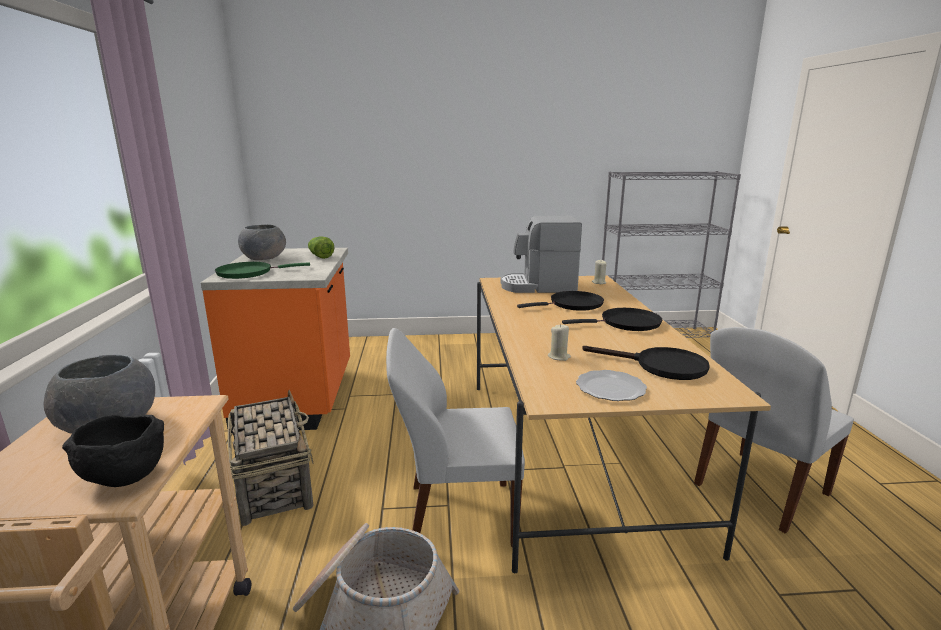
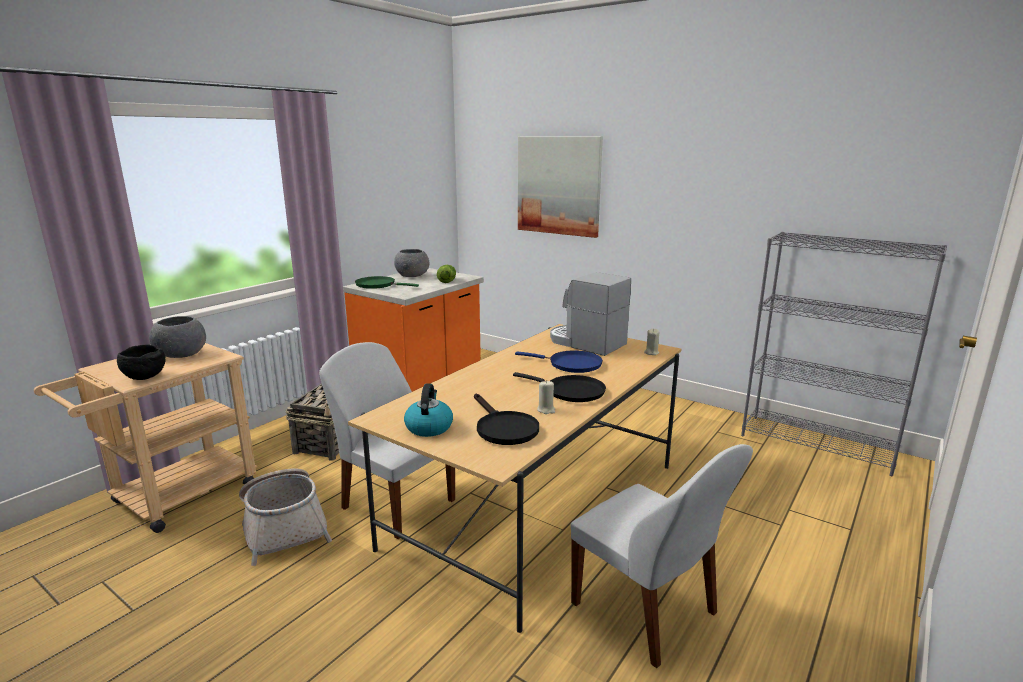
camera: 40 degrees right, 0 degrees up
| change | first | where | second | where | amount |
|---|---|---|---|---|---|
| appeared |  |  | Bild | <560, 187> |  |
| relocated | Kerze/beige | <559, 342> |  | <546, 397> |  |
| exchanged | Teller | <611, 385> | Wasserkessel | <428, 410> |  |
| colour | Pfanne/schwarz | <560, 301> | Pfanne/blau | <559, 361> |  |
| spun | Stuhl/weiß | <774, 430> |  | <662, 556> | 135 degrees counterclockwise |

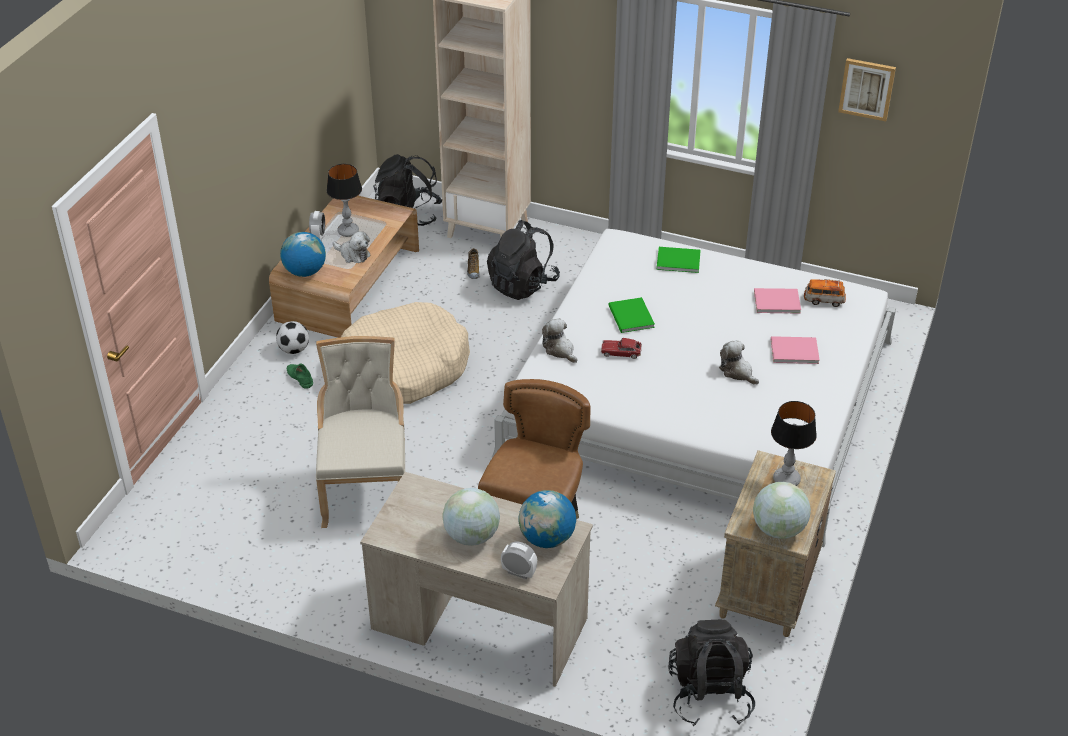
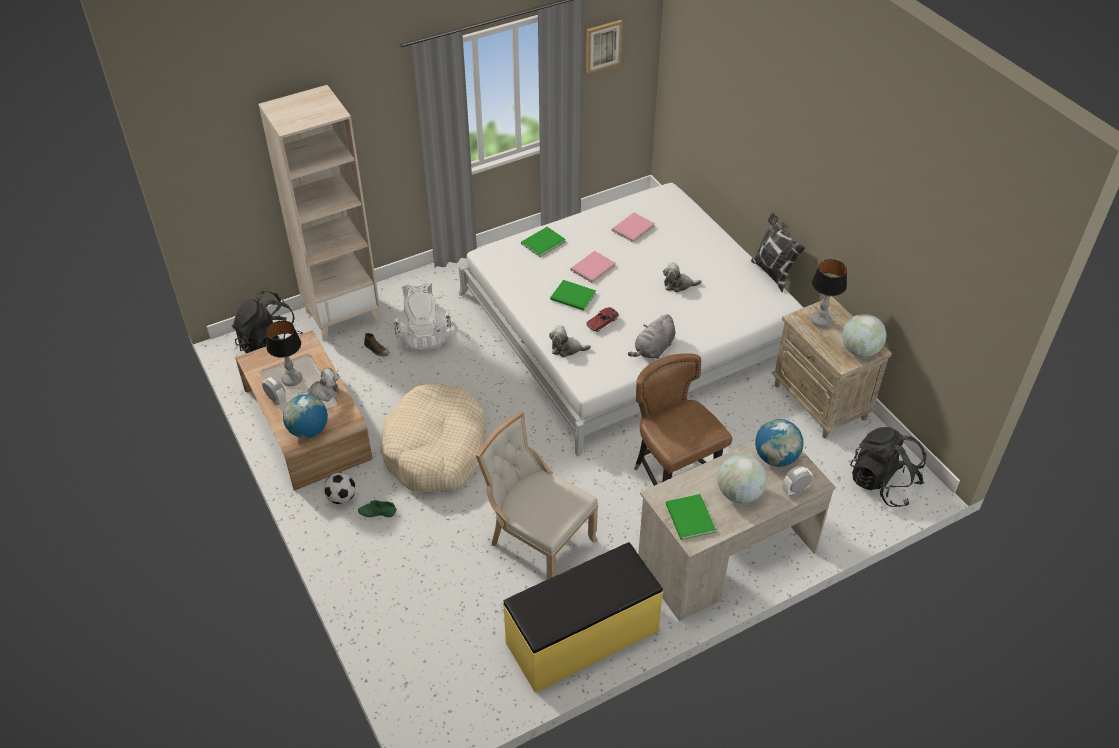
camera: 50 degrees left, 5 degrees up
| change | first | where | second | where | amount |
|---|---|---|---|---|---|
| missing | Spielzeugauto | <825, 293> |  |  |  |
| appeared |  |  | Bank/gelb | <583, 617> |  |
| appeared |  |  | Plüschtier/grau | <651, 336> |  |
| appeared |  |  | Buch/grün | <691, 517> |  |
| appeared |  |  | Kissen | <778, 252> |  |
| relocated | Buch/rosa | <795, 350> |  | <593, 267> |  |
| colour | Rucksack/schwarz | <523, 260> | Rucksack/weiß | <422, 316> |  |

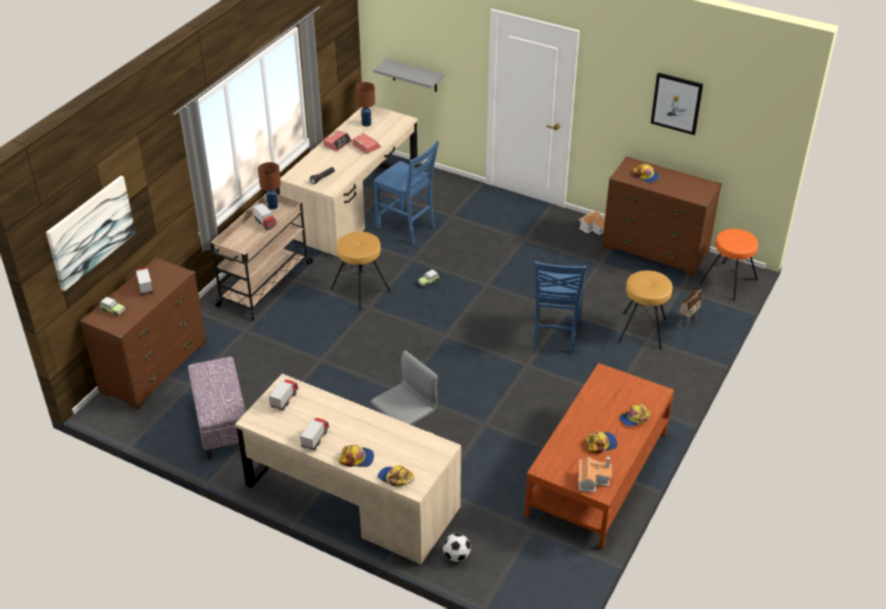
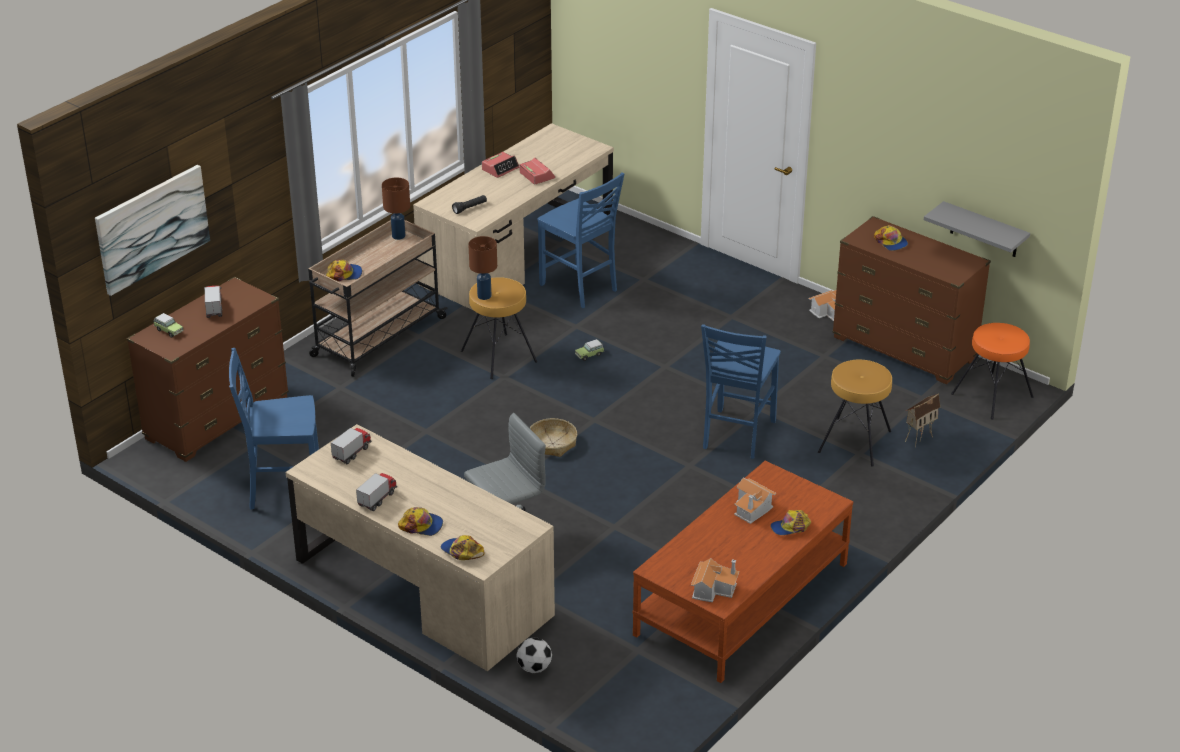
camera: 10 degrees right, 5 degrees down
| change | first | where | second | where | amount |
|---|---|---|---|---|---|
| missing | Spielzeuglaster | <265, 216> |  |  |  |
| missing | Bild | <677, 103> |  |  |  |
| appeared |  |  | Korb | <553, 437> |  |
| appeared |  |  | Spielzeughaus | <755, 501> |  |
| relocated | Tischlampe/braun | <365, 104> |  | <482, 268> |  |
| relocated | Wandregal/grau | <408, 75> |  | <977, 229> |  |
| relocated | Kappe | <602, 442> |  | <344, 270> |  |
| exchanged | Polsterhocker | <217, 408> | Stuhl/blau | <274, 429> |  |

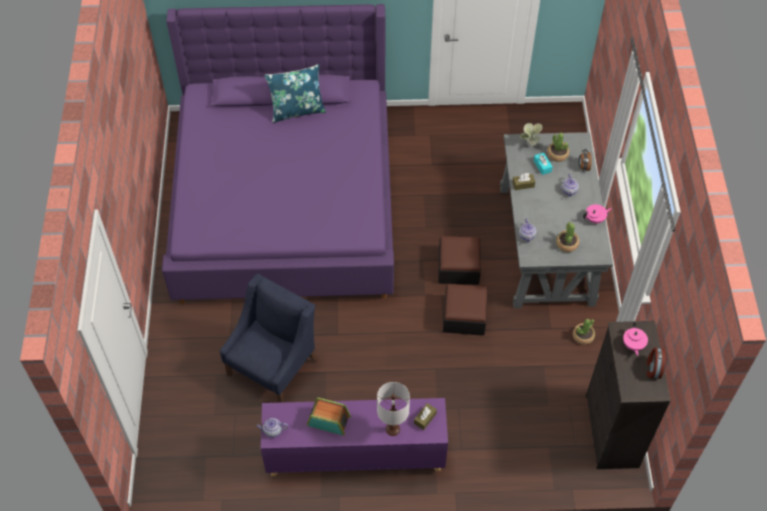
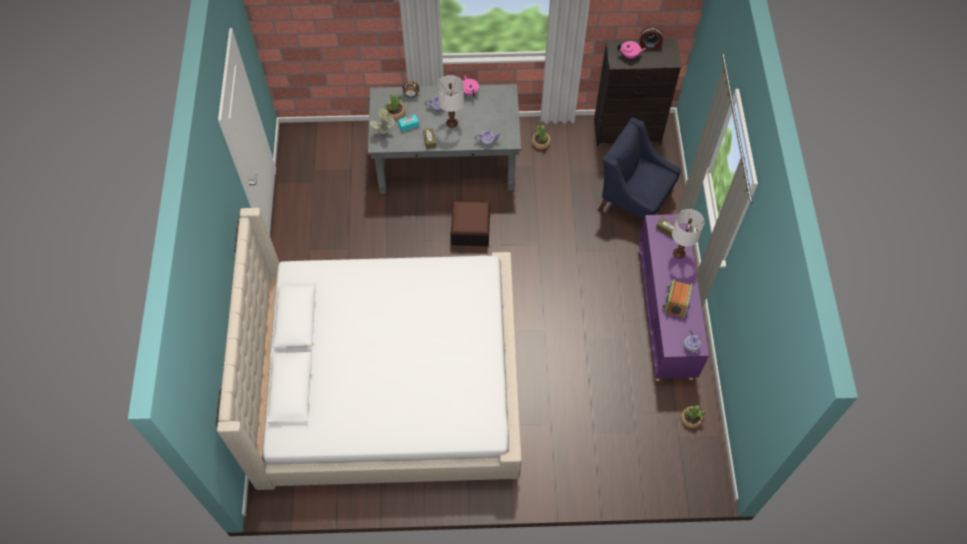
camera: 90 degrees left, 5 degrees up
| change | first | where | second | where | amount |
|---|---|---|---|---|---|
| missing | Kissen/blau | <295, 93> |  |  |  |
| missing | Polsterhocker | <465, 310> |  |  |  |
| appeared |  |  | Tischlampe/weiß | <450, 101> |  |
| relocated | Sessel/blau | <269, 338> |  | <639, 168> |  |
| relocated | Topfpflanze | <567, 237> |  | <693, 416> |  |
| colour | Bett/lila | <278, 154> | Bett/beige | <368, 349> |  |

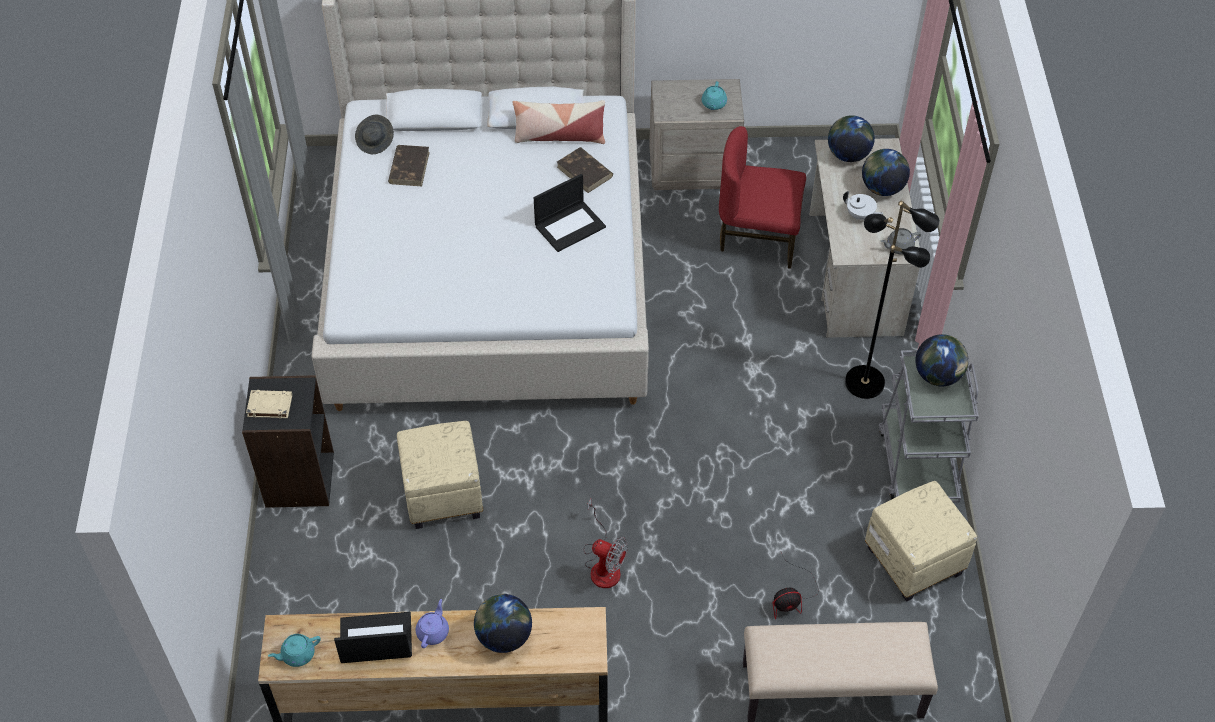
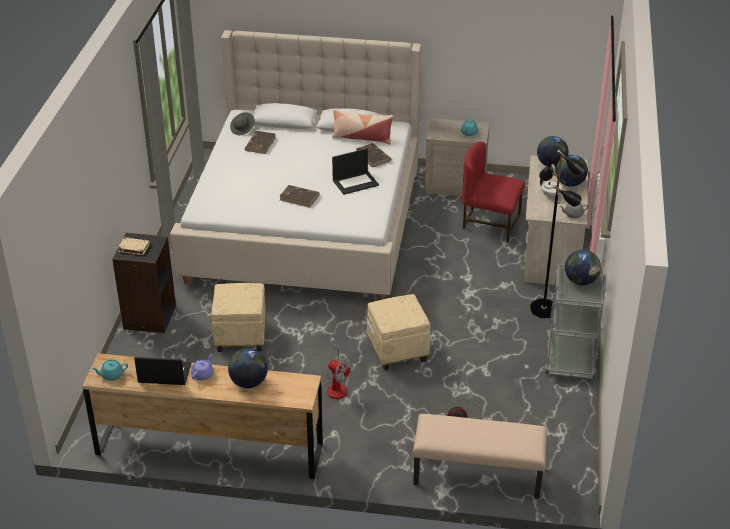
camera: 10 degrees right, 15 degrees down
| change | first | where | second | where | amount |
|---|---|---|---|---|---|
| appeared |  |  | Buch/braun | <300, 196> |  |
| relocated | Polsterhocker/beige | <921, 541> |  | <399, 332> |  |

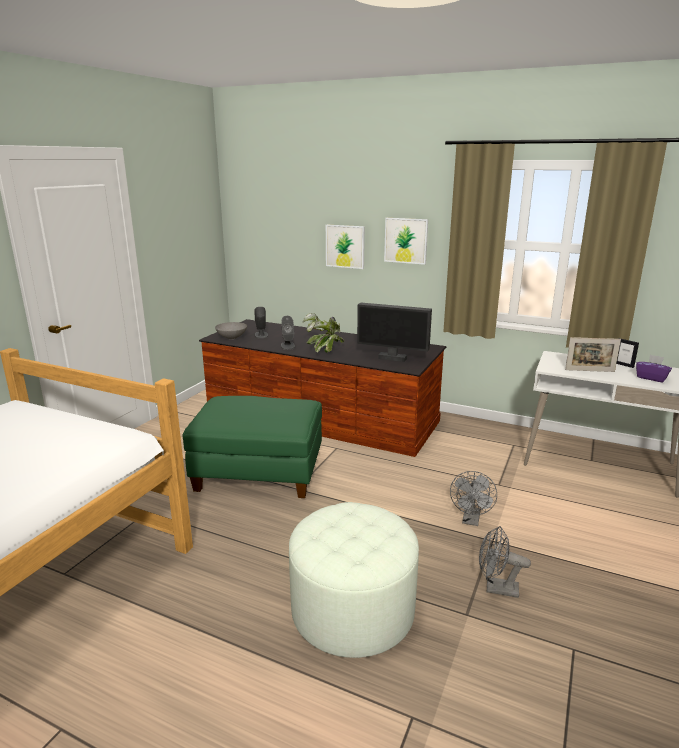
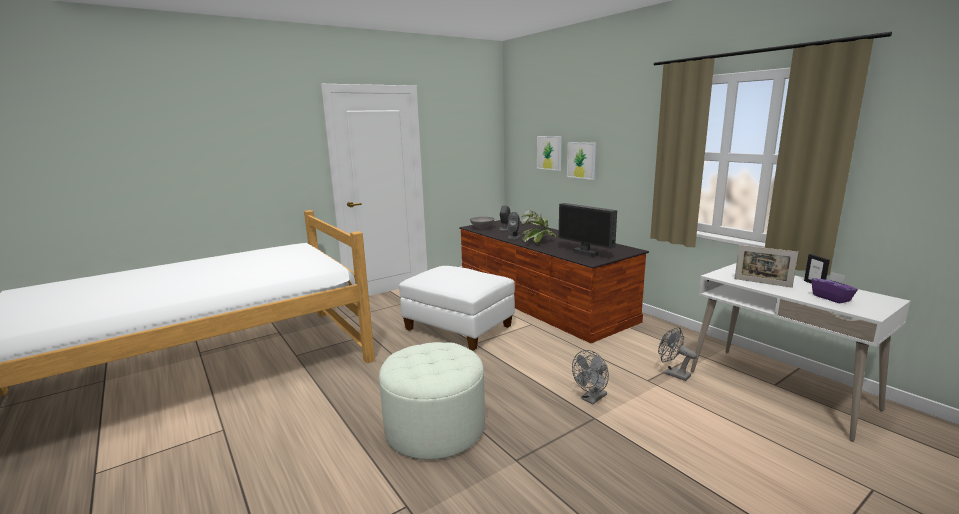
camera: 30 degrees right, 5 degrees down
| change | first | where | second | where | amount |
|---|---|---|---|---|---|
| relocated | Bild | <406, 241> |  | <549, 153> |  |
| relocated | Ventilator/grau | <505, 562> |  | <677, 354> |  |
| colour | Polsterhocker/grün | <252, 447> | Polsterhocker/weiß | <457, 308> |  |

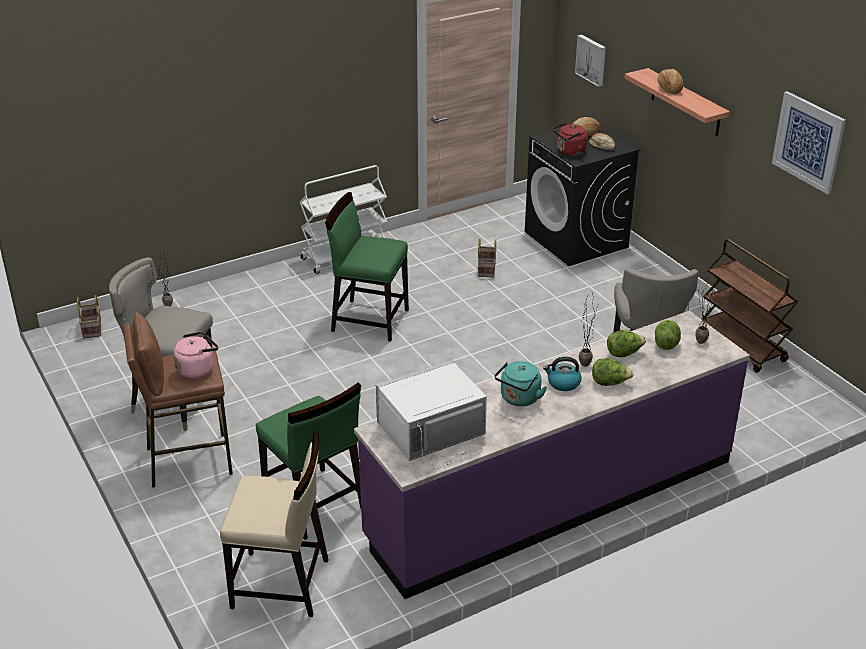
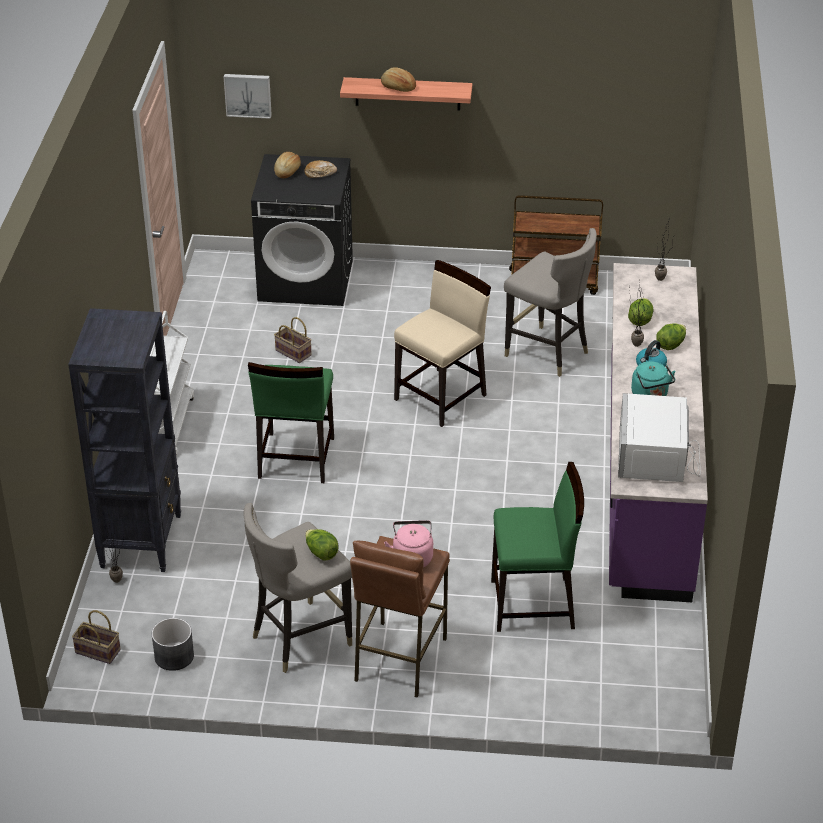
camera: 55 degrees left, 5 degrees up
| change | first | where | second | where | amount |
|---|---|---|---|---|---|
| missing | Wasserkessel/rot | <570, 139> |  |  |  |
| missing | Bild | <809, 142> |  |  |  |
| appeared |  |  | Bücherregal/schwarz | <124, 440> |  |
| appeared |  |  | Pflanzkübel/grau | <173, 644> |  |
| relocated | Stuhl/beige | <274, 524> |  | <442, 343> |  |
| relocated | Salatkopf | <668, 335> |  | <322, 545> |  |
| spun | Stuhl/grün | <367, 267> |  | <291, 422> | 45 degrees counterclockwise |

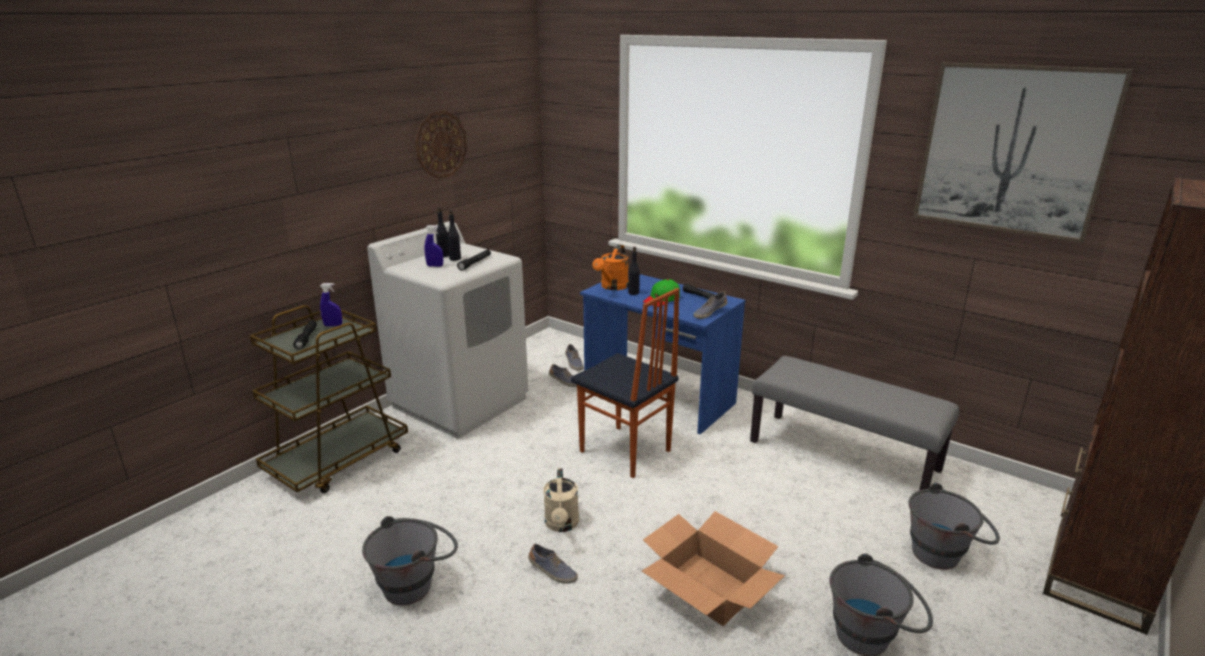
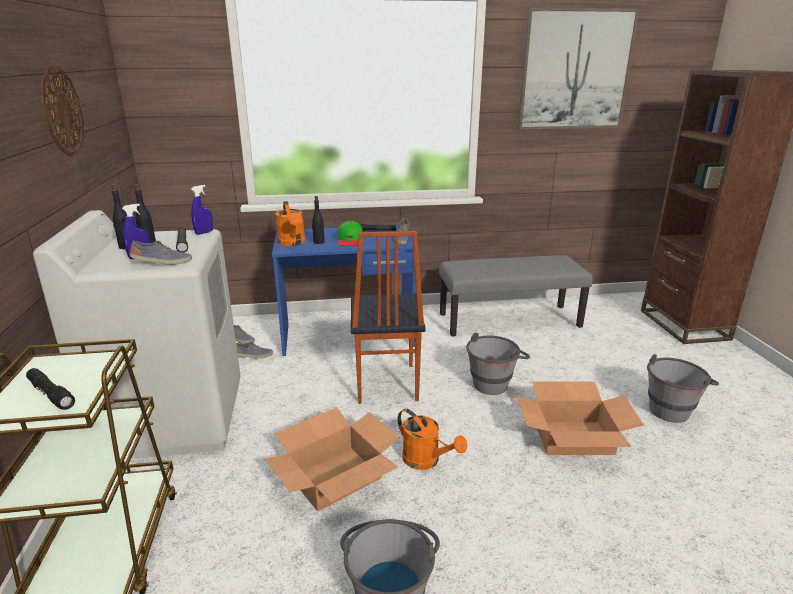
camera: 45 degrees left, 0 degrees up
| change | first | where | second | where | amount |
|---|---|---|---|---|---|
| appeared |  |  | Karton | <332, 459> |  |
| relocated | Sprühflasche/blau | <331, 304> |  | <202, 210> |  |
| relocated | Schuh | <553, 564> |  | <161, 253> |  |
| relocated | Eimer/grau | <954, 526> |  | <498, 364> |  |
| colour | Gießkanne/beige | <561, 500> | Gießkanne/orange | <432, 439> |  |
| spun | Stuhl | <625, 383> |  | <388, 317> | 90 degrees clockwise |

